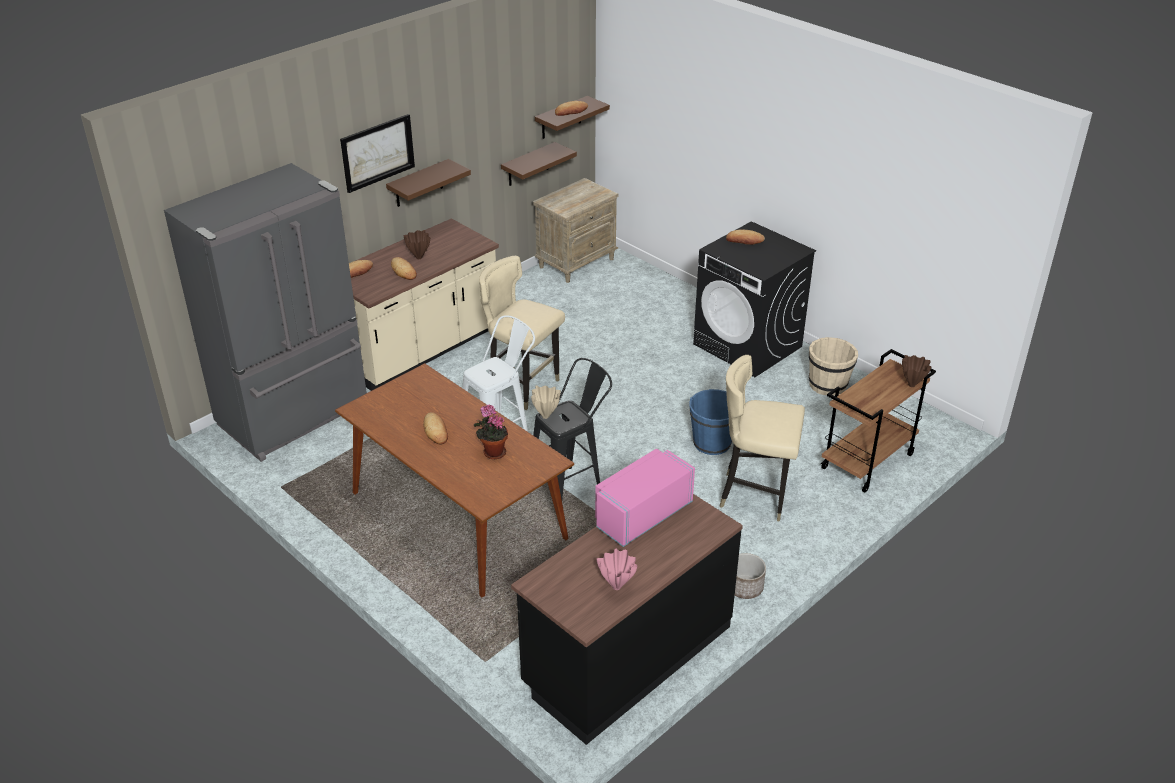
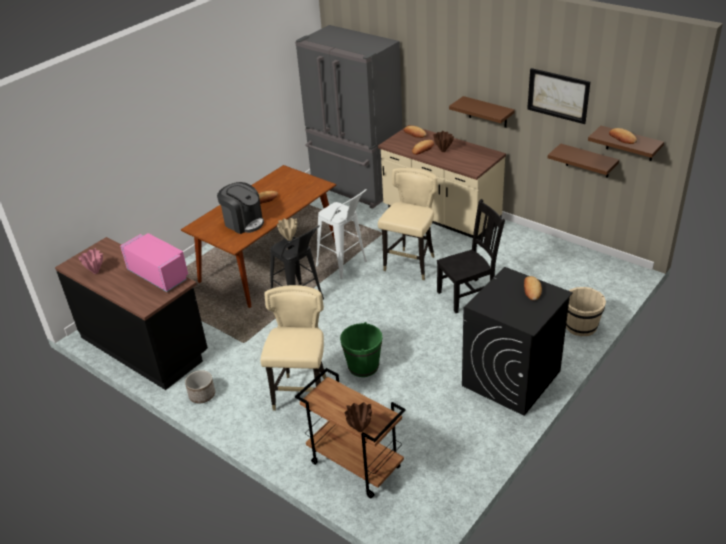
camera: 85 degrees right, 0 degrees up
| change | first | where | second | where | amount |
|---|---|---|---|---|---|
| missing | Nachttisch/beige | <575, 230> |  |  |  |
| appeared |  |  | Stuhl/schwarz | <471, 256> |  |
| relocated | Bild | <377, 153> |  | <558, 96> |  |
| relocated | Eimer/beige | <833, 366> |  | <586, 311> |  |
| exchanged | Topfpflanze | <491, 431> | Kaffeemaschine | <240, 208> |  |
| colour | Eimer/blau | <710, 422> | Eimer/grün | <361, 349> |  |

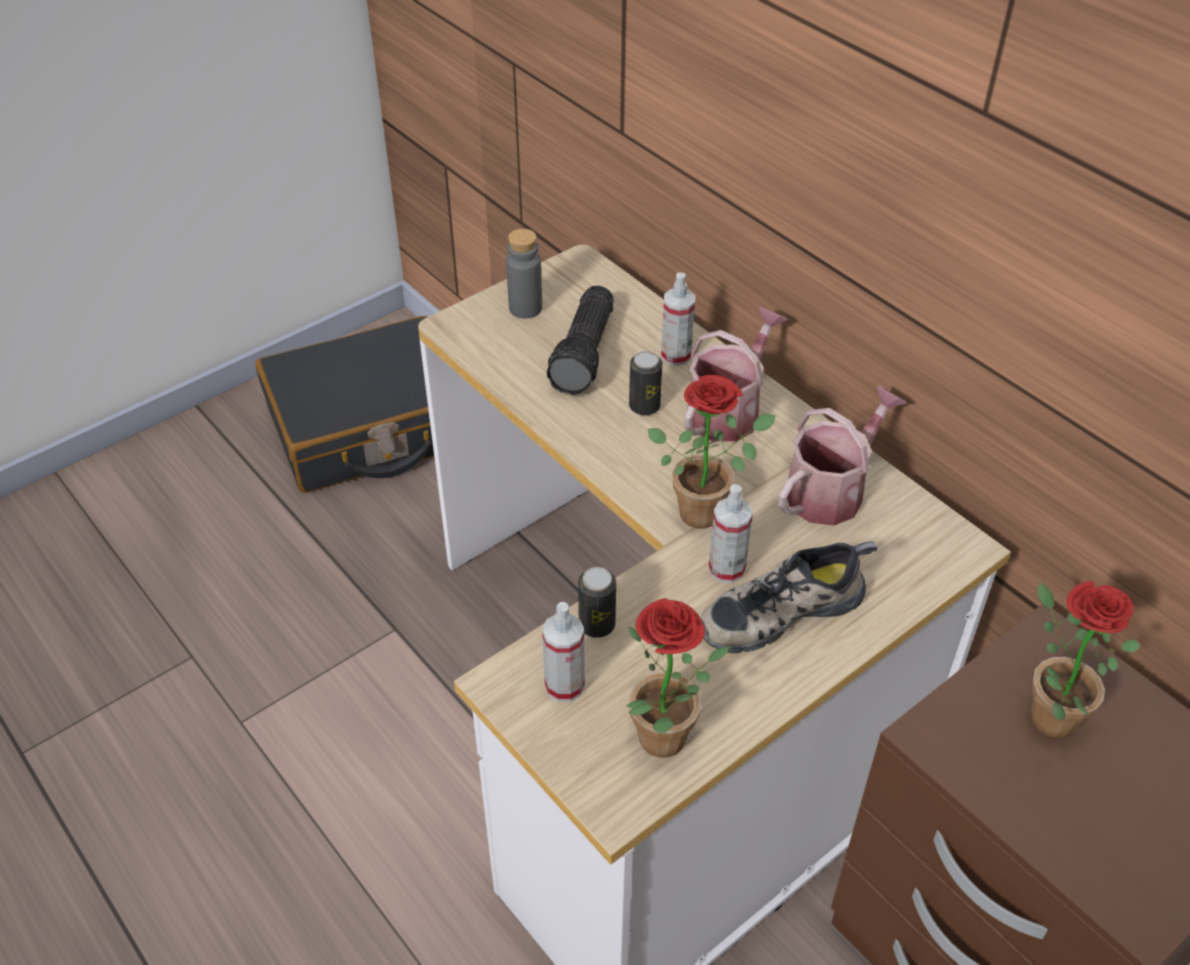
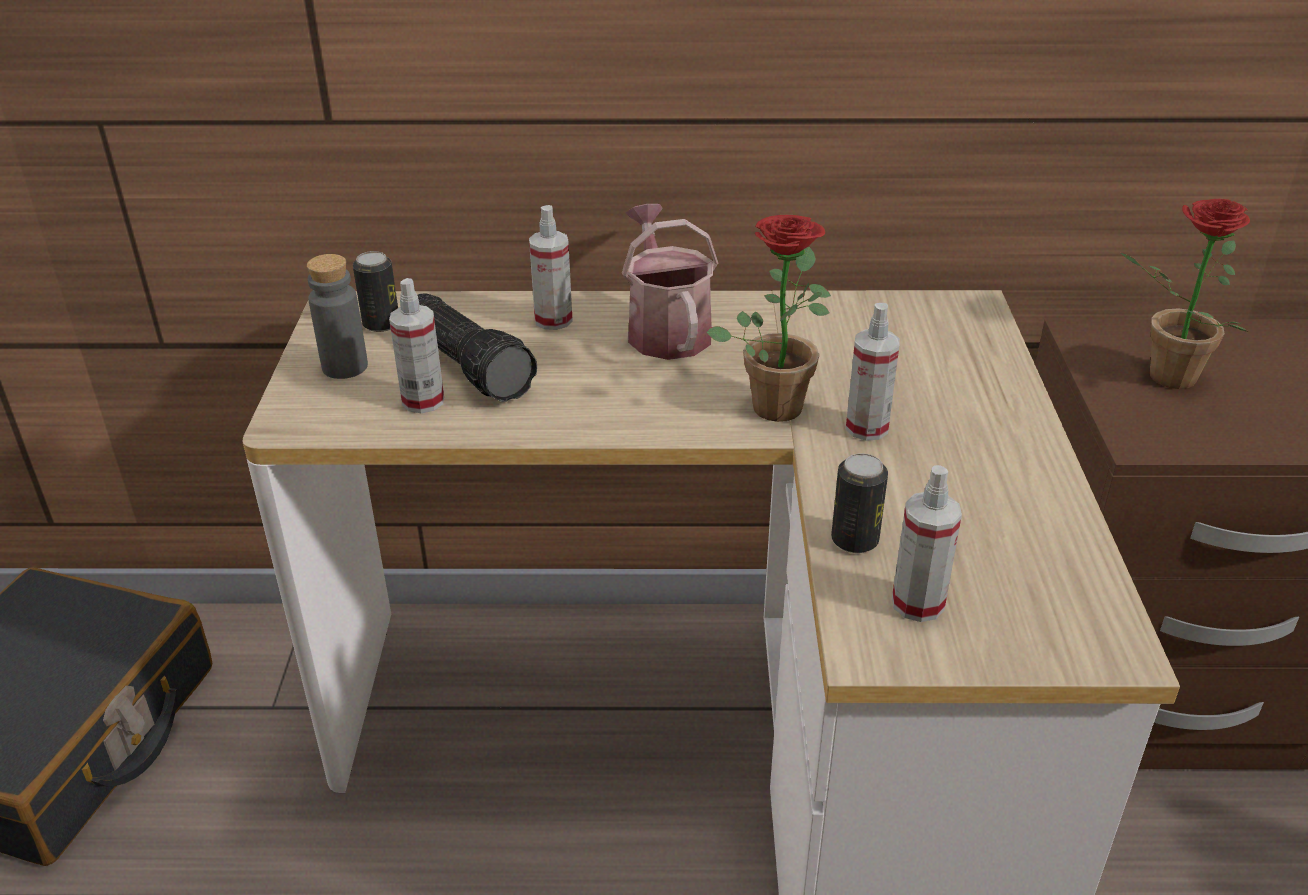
camera: 50 degrees left, 10 degrees down
| change | first | where | second | where | amount |
|---|---|---|---|---|---|
| missing | Topfpflanze | <678, 678> |  |  |  |
| missing | Schuh | <789, 597> |  |  |  |
| missing | Gießkanne | <842, 456> |  |  |  |
| appeared |  |  | Sprühflasche | <416, 345> |  |
| relocated | Dose | <645, 383> |  | <375, 291> |  |

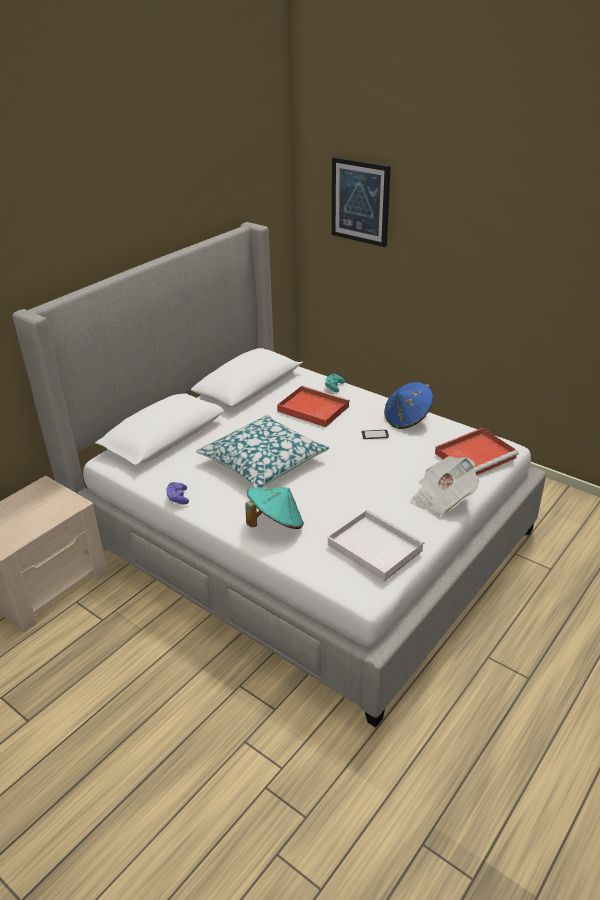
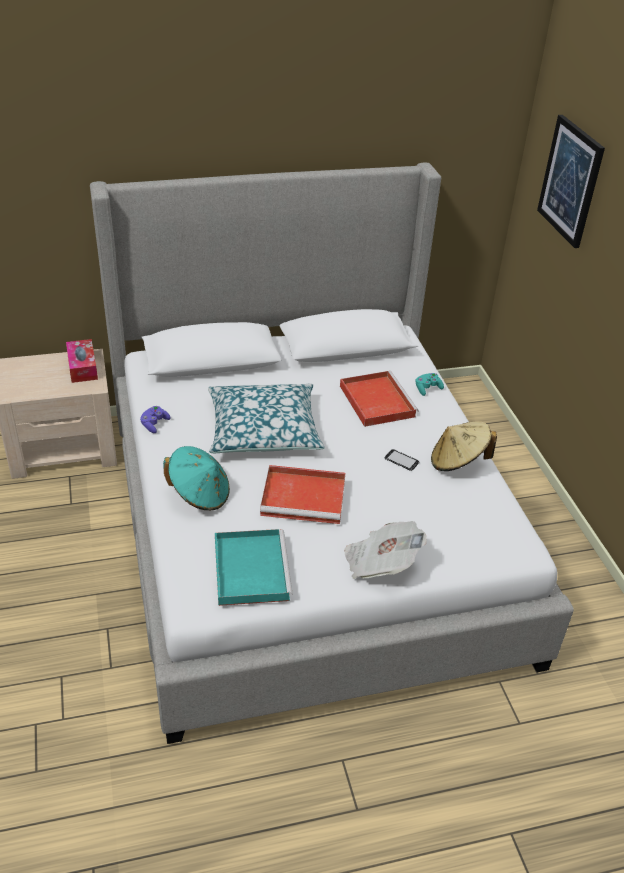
camera: 35 degrees right, 5 degrees up
| change | first | where | second | where | amount |
|---|---|---|---|---|---|
| appeared |  |  | Taschentuchbox | <82, 361> |  |
| relocated | Tablett/rot | <477, 451> |  | <302, 494> |  |
| colour | Tablett/weiß | <376, 545> | Tablett/türkis | <254, 567> |  |
| colour | Hut/blau | <408, 405> | Hut/beige | <464, 446> |  |

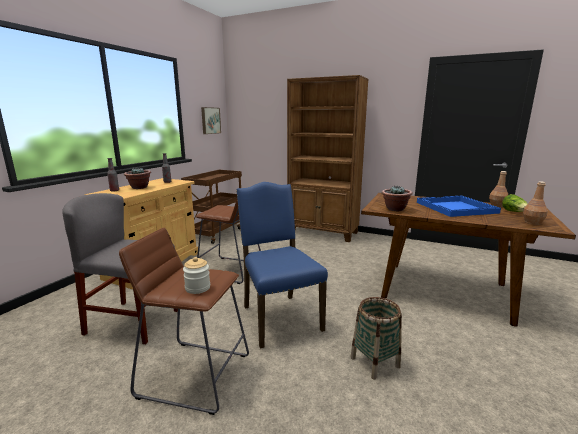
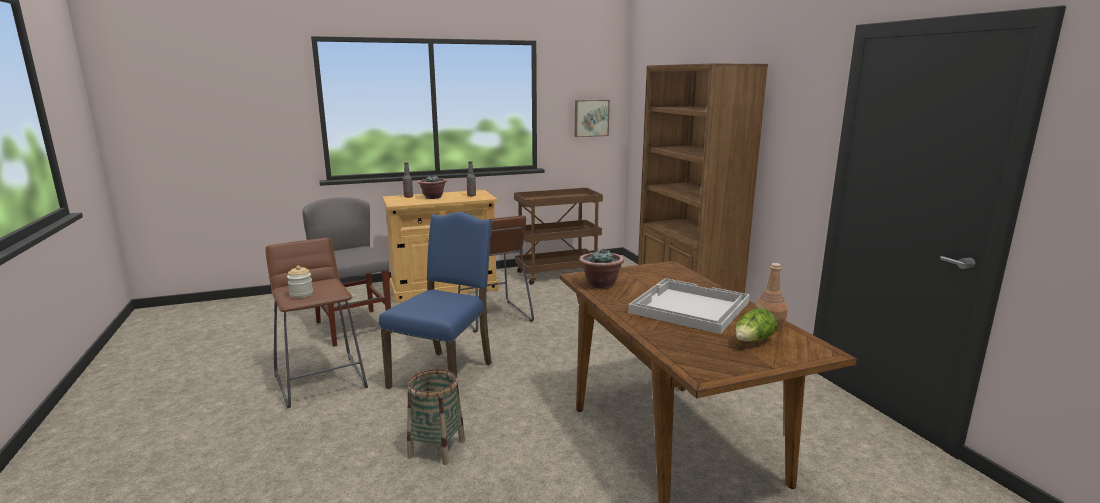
camera: 45 degrees right, 0 degrees up
| change | first | where | second | where | amount |
|---|---|---|---|---|---|
| missing | Flasche/braun | <535, 203> |  |  |  |
| colour | Tablett/blau | <459, 206> | Tablett/weiß | <689, 306> |  |

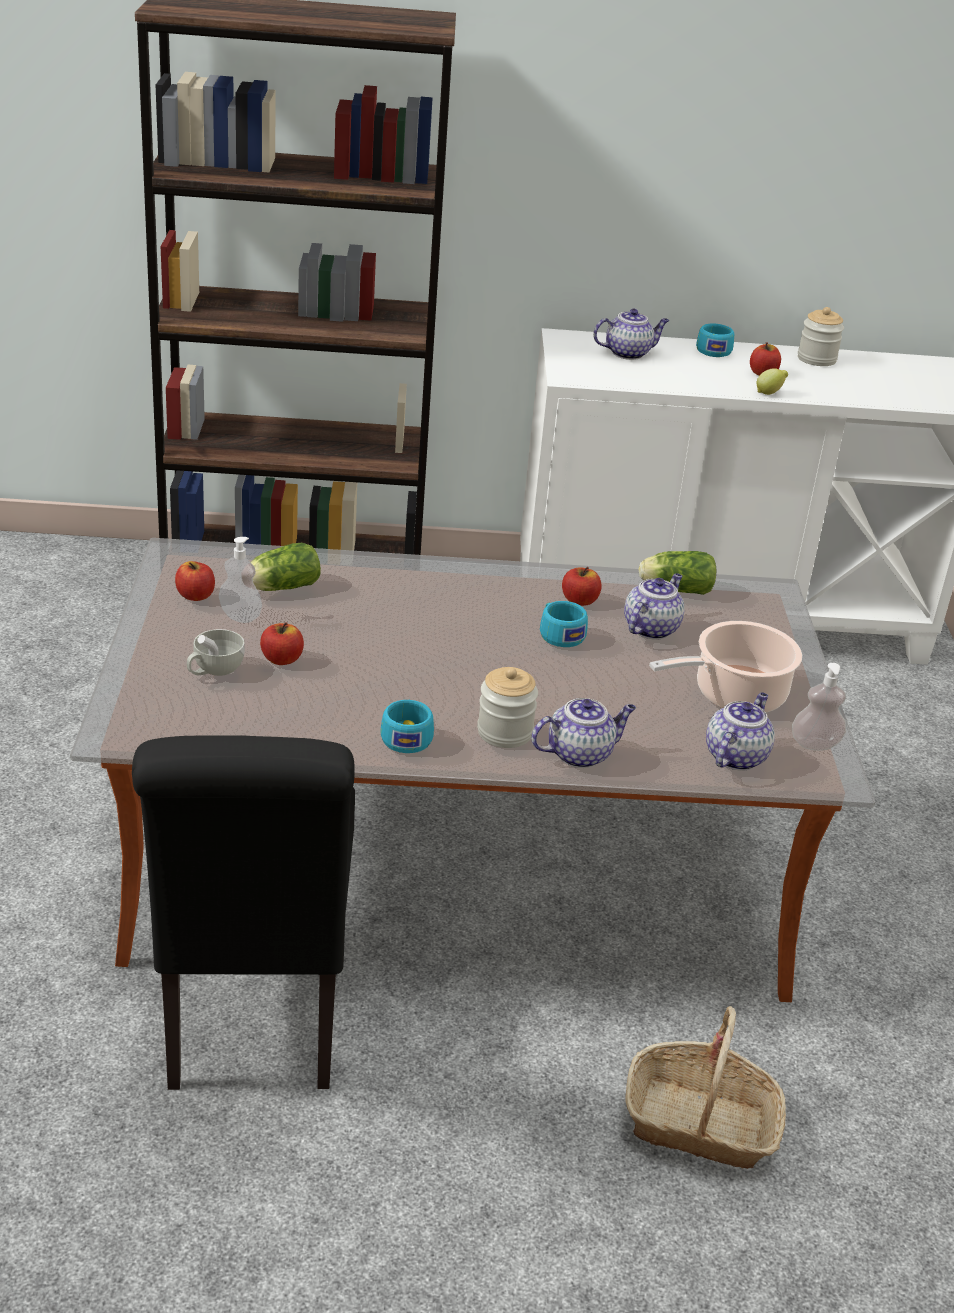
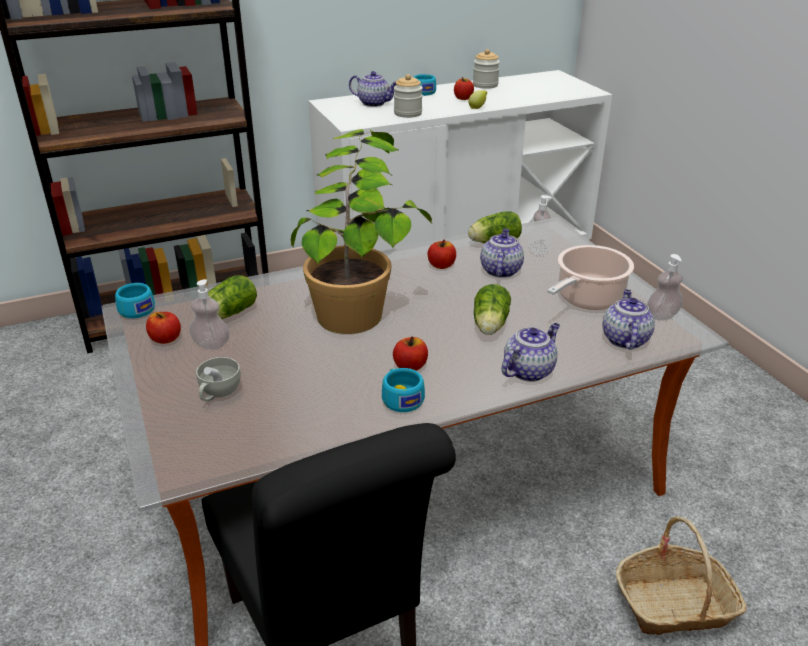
camera: 20 degrees left, 0 degrees up
| change | first | where | second | where | amount |
|---|---|---|---|---|---|
| appeared |  |  | Topfpflanze | <361, 231> |  |
| appeared |  |  | Salatkopf | <492, 309> |  |
| appeared |  |  | Seifenspender | <540, 225> |  |
| relocated | Apfel | <282, 644> |  | <410, 353> |  |
| relocated | Vorratsglas | <507, 707> |  | <408, 96> |  |
| relocated | Tasse/türkis | <564, 624> |  | <135, 300> |  |
| spun | Teekanne | <631, 334> |  | <372, 89> | 60 degrees clockwise |

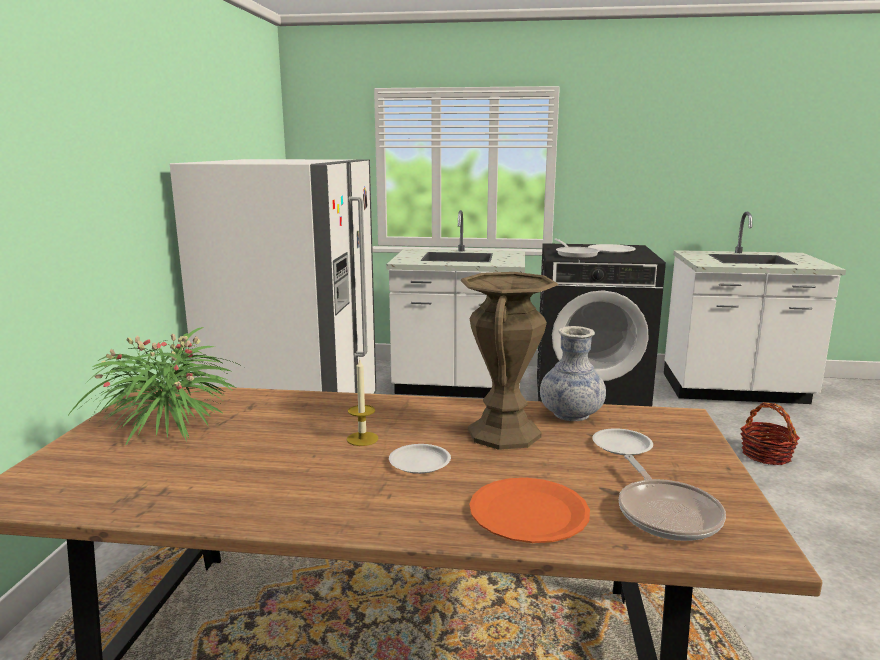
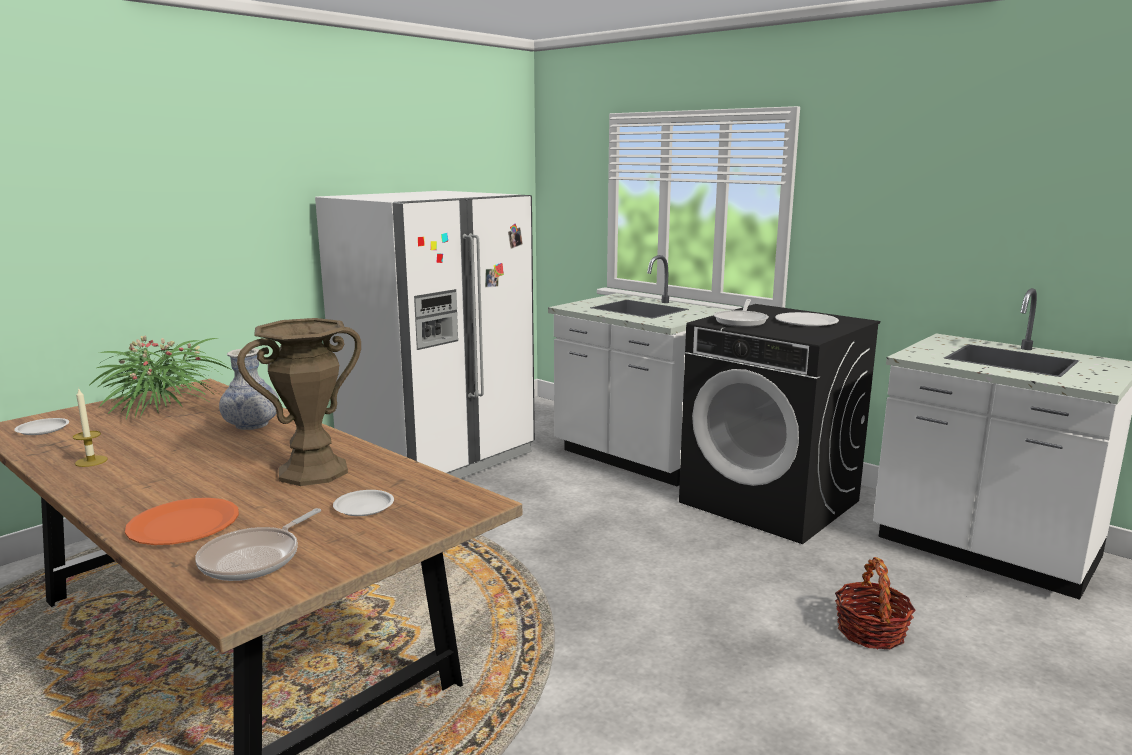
camera: 35 degrees right, 0 degrees up
| change | first | where | second | where | amount |
|---|---|---|---|---|---|
| relocated | Kerze | <362, 402> |  | <90, 427> |  |
| relocated | Teller/weiß | <420, 459> |  | <41, 426> |  |
| relocated | Vase | <573, 373> |  | <249, 389> |  |

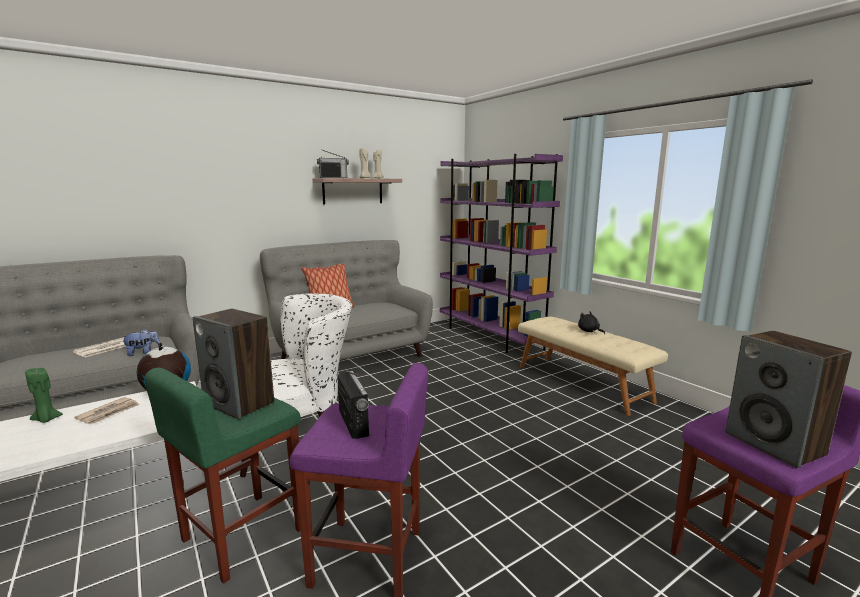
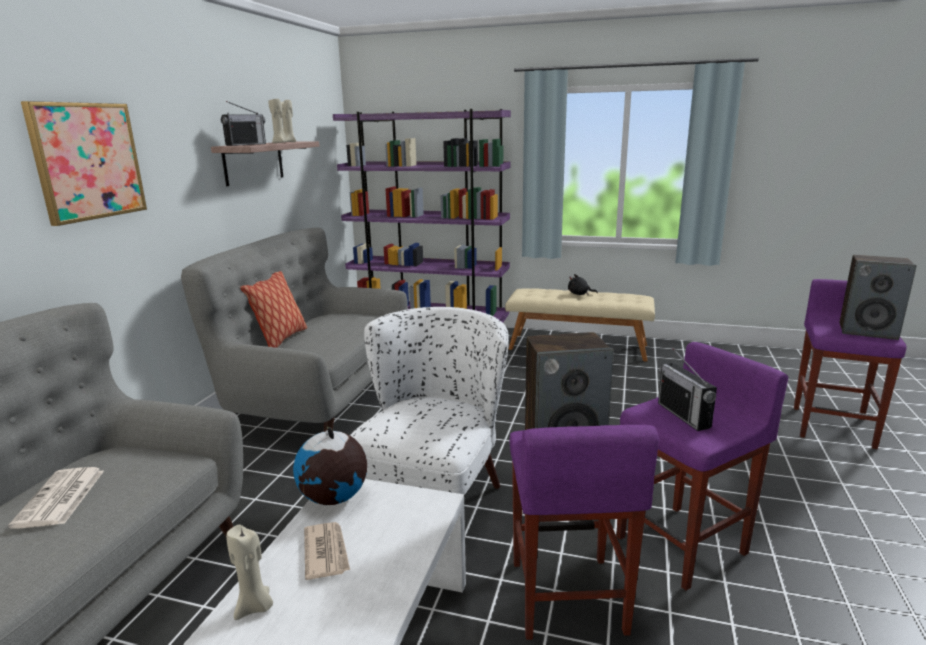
camera: 40 degrees left, 5 degrees up
| change | first | where | second | where | amount |
|---|---|---|---|---|---|
| missing | Plüschtier | <140, 342> |  |  |  |
| appeared |  |  | Bild | <84, 163> |  |
| colour | Kerze/grün | <44, 395> | Kerze/beige | <249, 572> |  |
| colour | Hocker/grün | <223, 476> | Hocker/lila | <584, 532> |  |
| spun | Radio | <353, 405> |  | <687, 389> | 135 degrees counterclockwise |

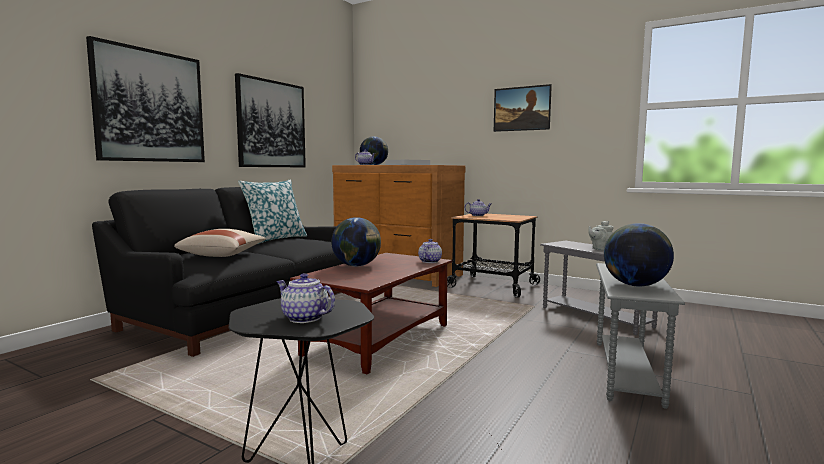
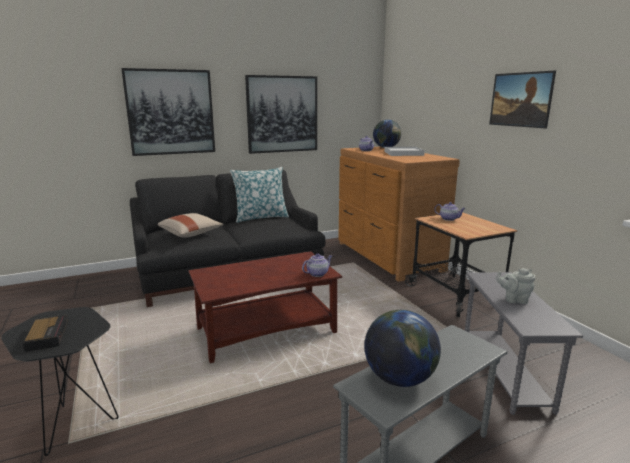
camera: 35 degrees right, 10 degrees up
| change | first | where | second | where | amount |
|---|---|---|---|---|---|
| missing | Globus | <356, 241> |  |  |  |
| exchanged | Teekanne | <305, 298> | Wecker | <45, 333> |  |

